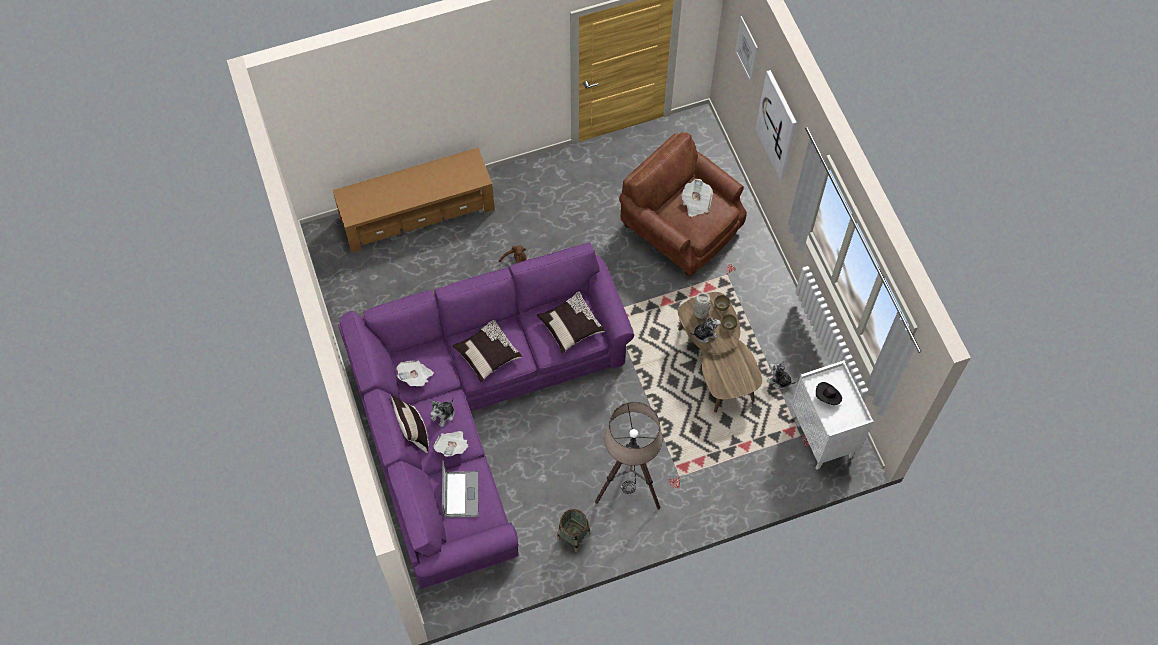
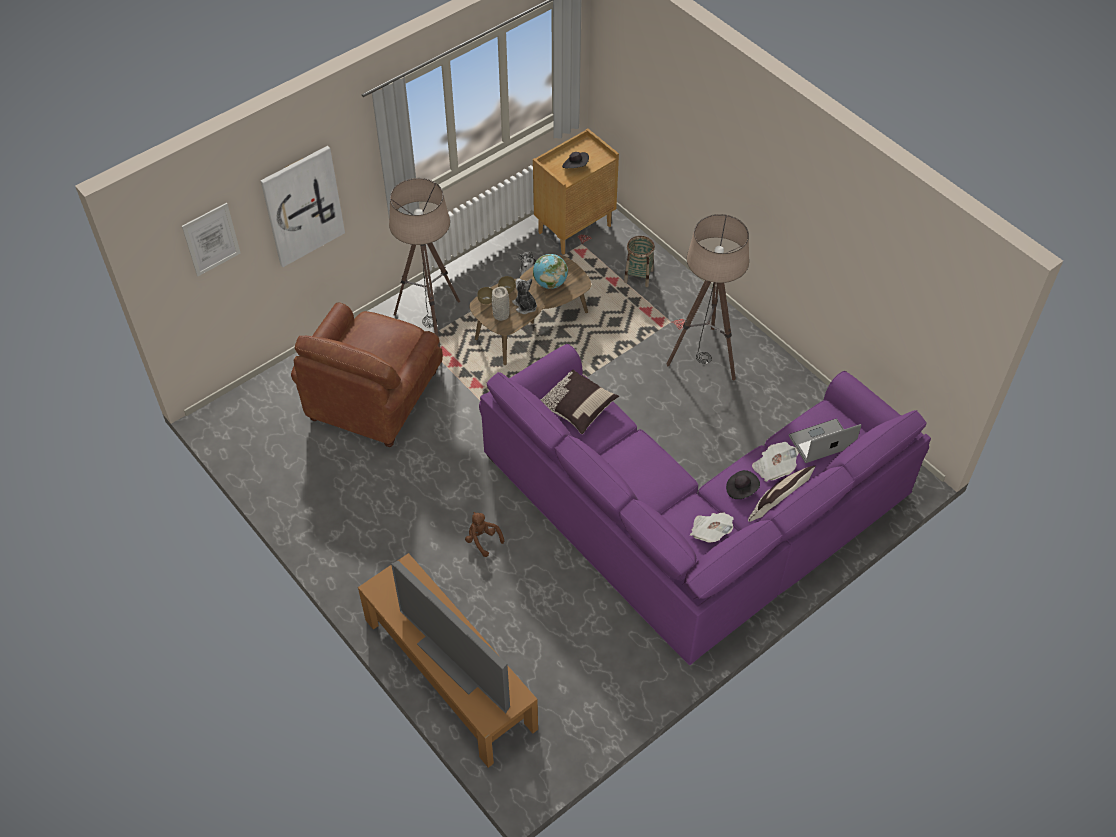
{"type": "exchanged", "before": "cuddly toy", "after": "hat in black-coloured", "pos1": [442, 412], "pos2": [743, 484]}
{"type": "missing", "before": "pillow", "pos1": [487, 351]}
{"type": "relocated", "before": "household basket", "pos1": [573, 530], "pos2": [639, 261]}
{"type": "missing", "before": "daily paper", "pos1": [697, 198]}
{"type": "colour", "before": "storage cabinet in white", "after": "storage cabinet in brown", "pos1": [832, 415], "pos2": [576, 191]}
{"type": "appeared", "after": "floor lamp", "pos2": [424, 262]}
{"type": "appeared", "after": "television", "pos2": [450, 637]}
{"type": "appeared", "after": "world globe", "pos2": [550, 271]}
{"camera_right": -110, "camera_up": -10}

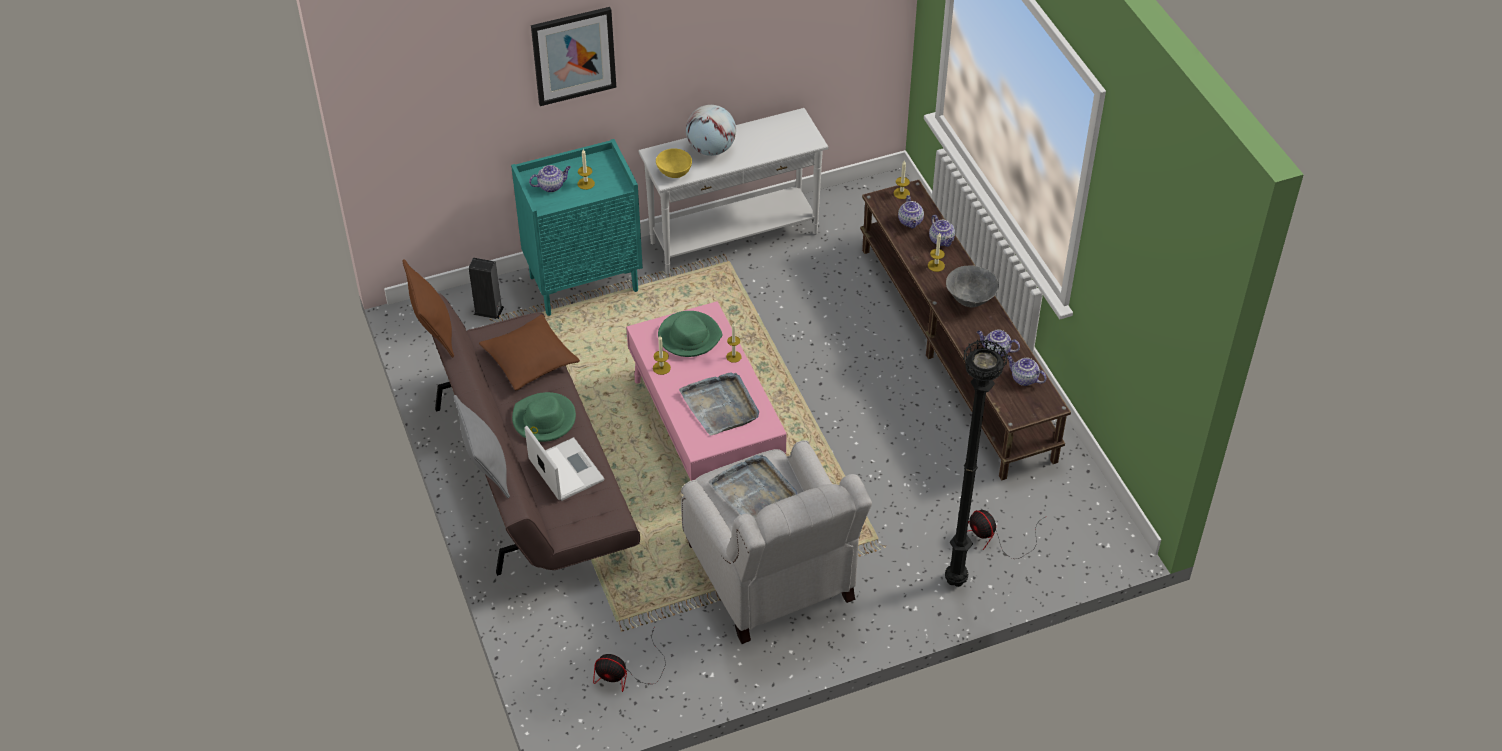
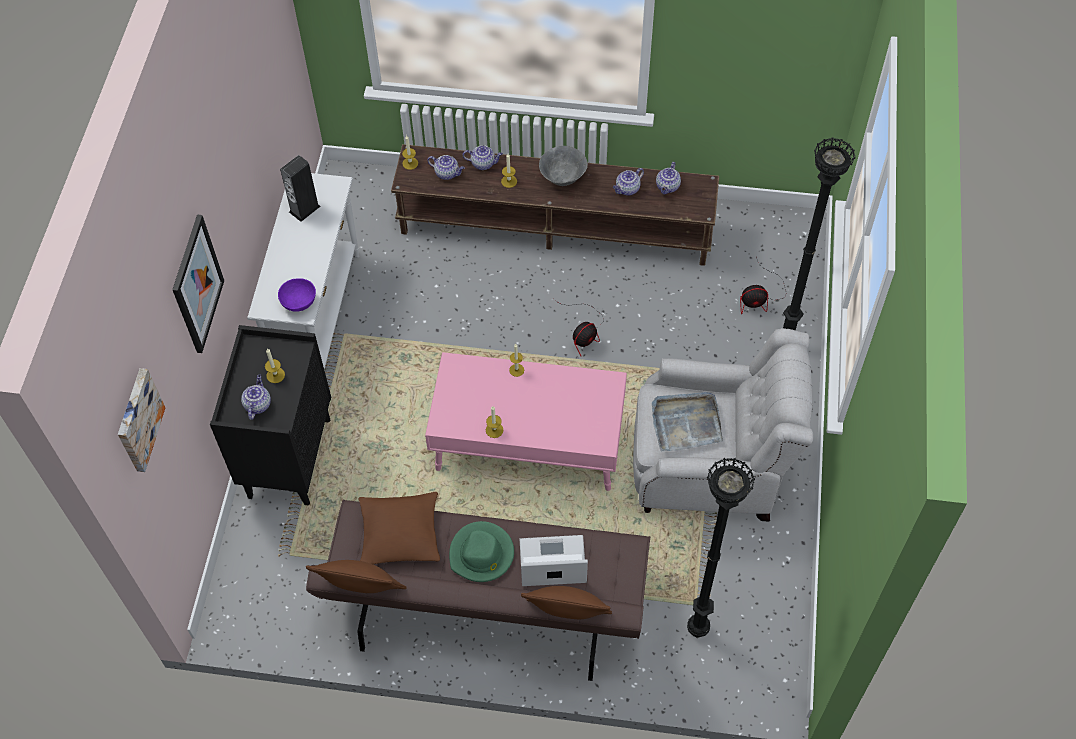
{"type": "colour", "before": "pillow in gray", "after": "pillow in brown", "pos1": [482, 446], "pos2": [566, 602]}
{"type": "relocated", "before": "audio speaker", "pos1": [486, 288], "pos2": [300, 188]}
{"type": "colour", "before": "storage cabinet in turquoise", "after": "storage cabinet in black-coloured", "pos1": [577, 227], "pos2": [270, 415]}
{"type": "relocated", "before": "electric fan", "pos1": [629, 659], "pos2": [578, 327]}
{"type": "colour", "before": "bowl in yellow", "after": "bowl in purplish", "pos1": [674, 163], "pos2": [297, 295]}
{"type": "missing", "before": "hat in green-coloured", "pos1": [690, 334]}
{"type": "missing", "before": "serving tray in gray", "pos1": [719, 404]}
{"type": "missing", "before": "world globe", "pos1": [711, 130]}
{"type": "spun", "before": "teapot", "pos1": [1026, 370], "pos2": [668, 178], "turn": -45}
{"type": "appeared", "after": "wall picture", "pos2": [141, 420]}
{"type": "appeared", "after": "floor lamp in black-coloured", "pos2": [721, 547]}
{"camera_right": -60, "camera_up": 10}

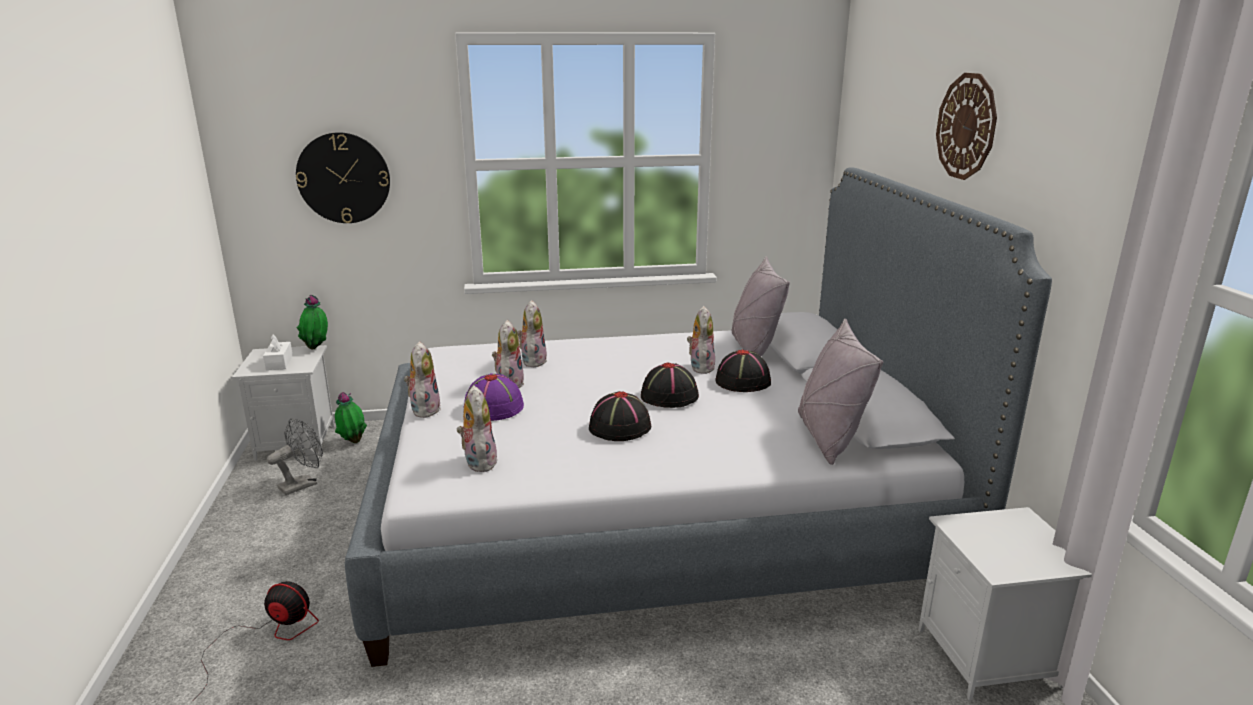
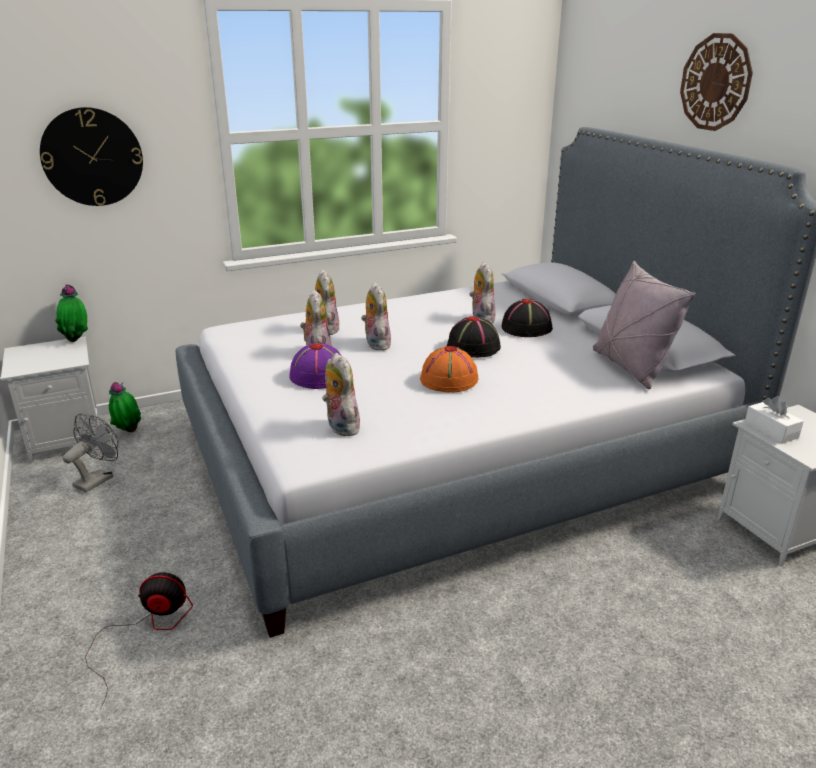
{"type": "relocated", "before": "tissue holder in white", "pos1": [278, 352], "pos2": [774, 420]}
{"type": "relocated", "before": "cuddly toy", "pos1": [422, 379], "pos2": [376, 316]}
{"type": "colour", "before": "hat in black-coloured", "after": "hat in orange", "pos1": [620, 416], "pos2": [449, 369]}
{"type": "missing", "before": "pillow in purplish", "pos1": [760, 306]}
{"camera_right": -15, "camera_up": 5}

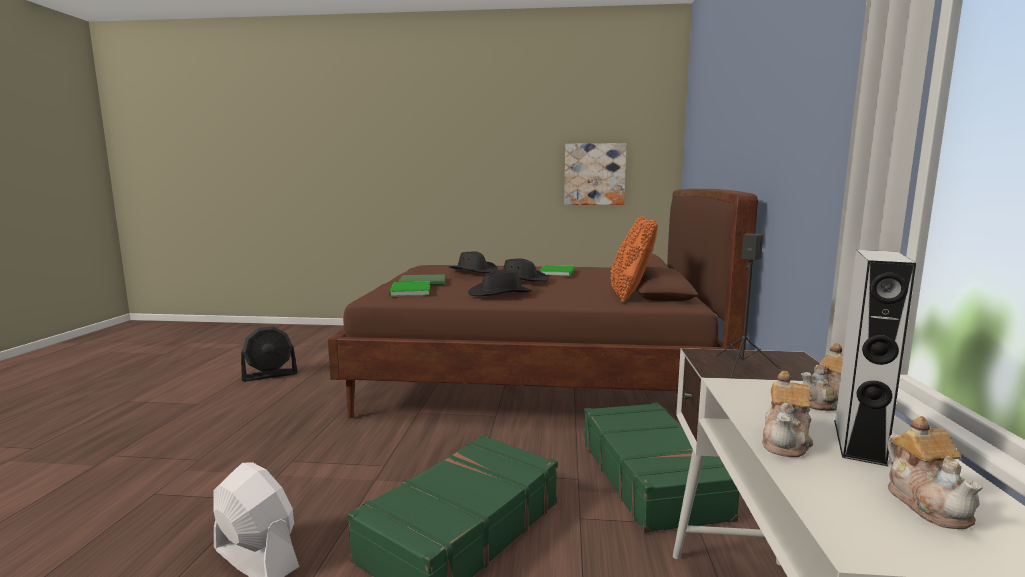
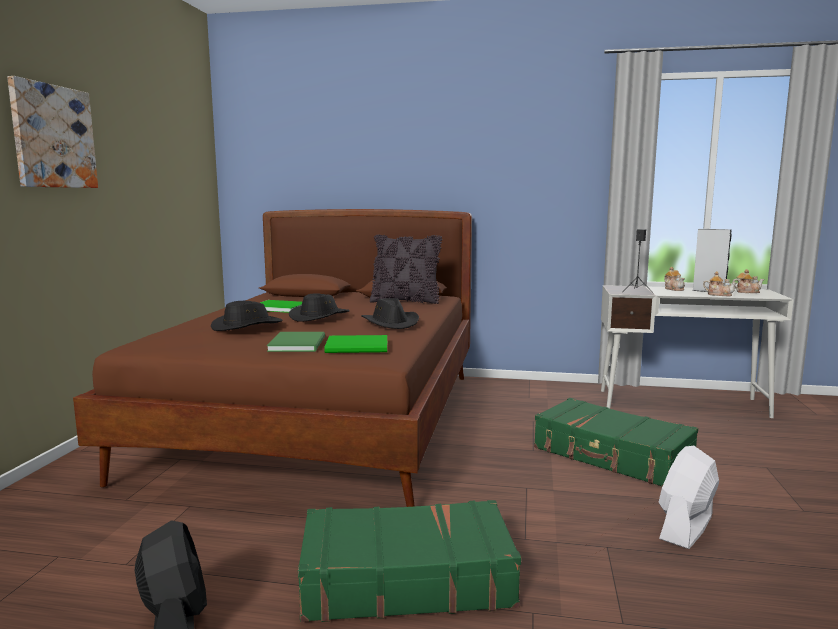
{"type": "relocated", "before": "wall picture", "pos1": [595, 174], "pos2": [52, 132]}
{"type": "relocated", "before": "piece of luggage in green-coloured", "pos1": [662, 468], "pos2": [409, 561]}
{"type": "colour", "before": "pillow in orange", "after": "pillow in black-coloured", "pos1": [634, 259], "pos2": [406, 269]}
{"camera_right": -85, "camera_up": 0}

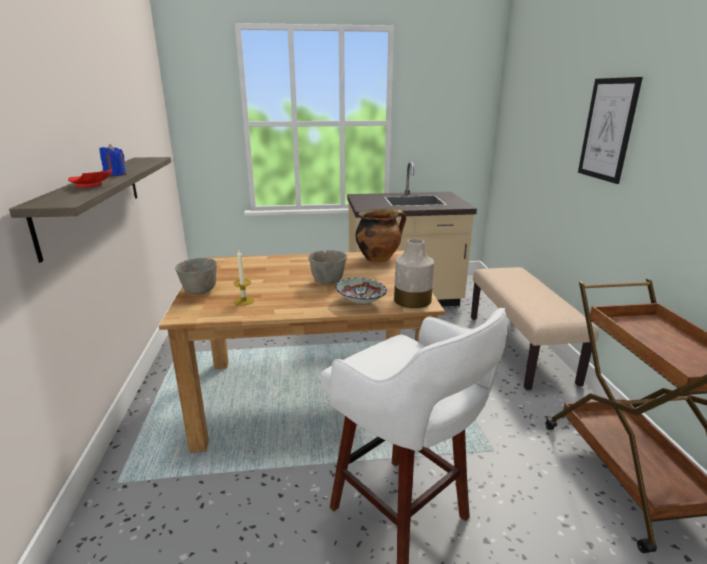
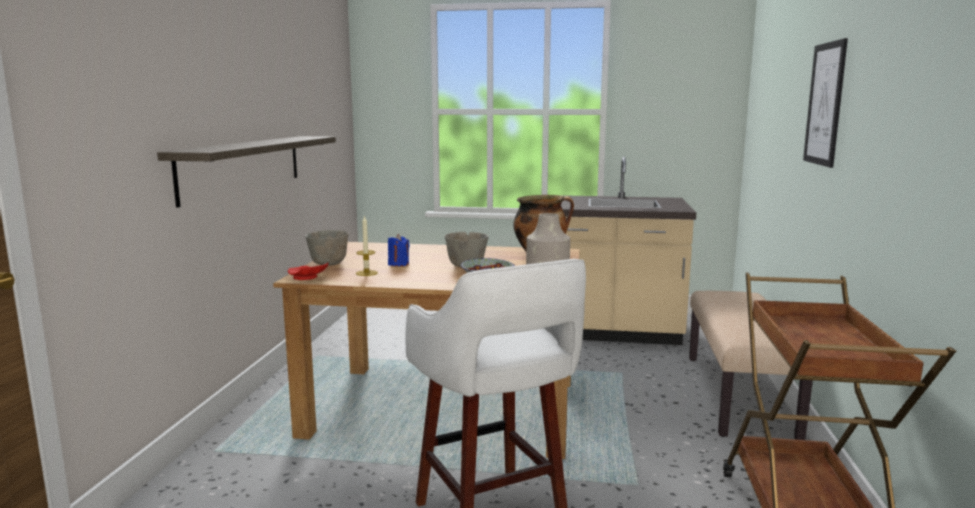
{"type": "relocated", "before": "dinner plate in red", "pos1": [90, 178], "pos2": [308, 271]}
{"type": "relocated", "before": "wax candle in bluish", "pos1": [113, 160], "pos2": [399, 250]}
{"camera_right": 15, "camera_up": -10}

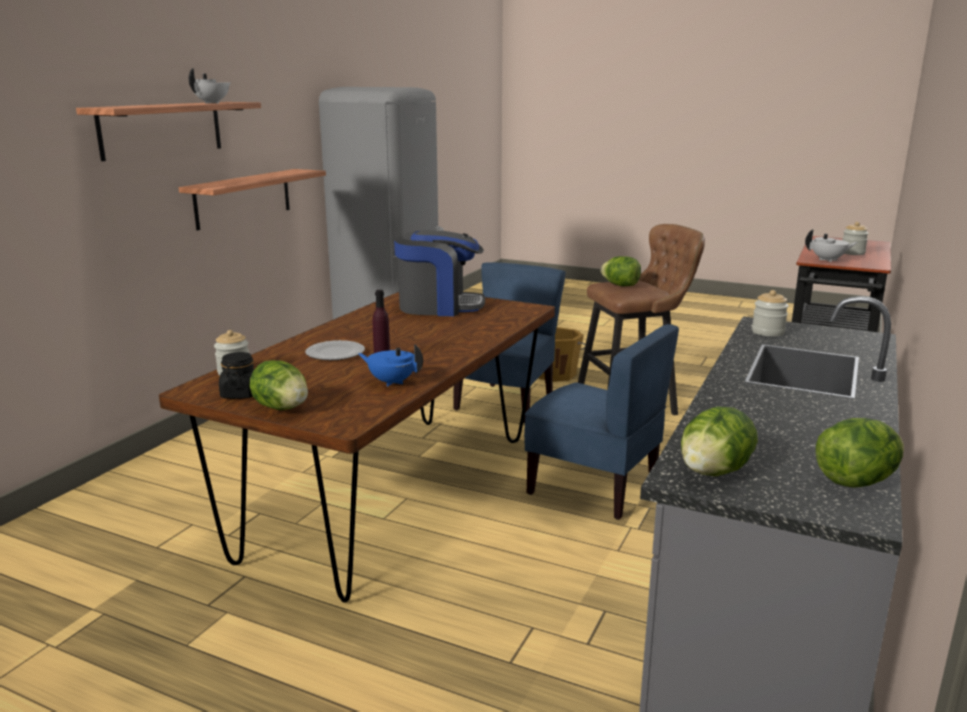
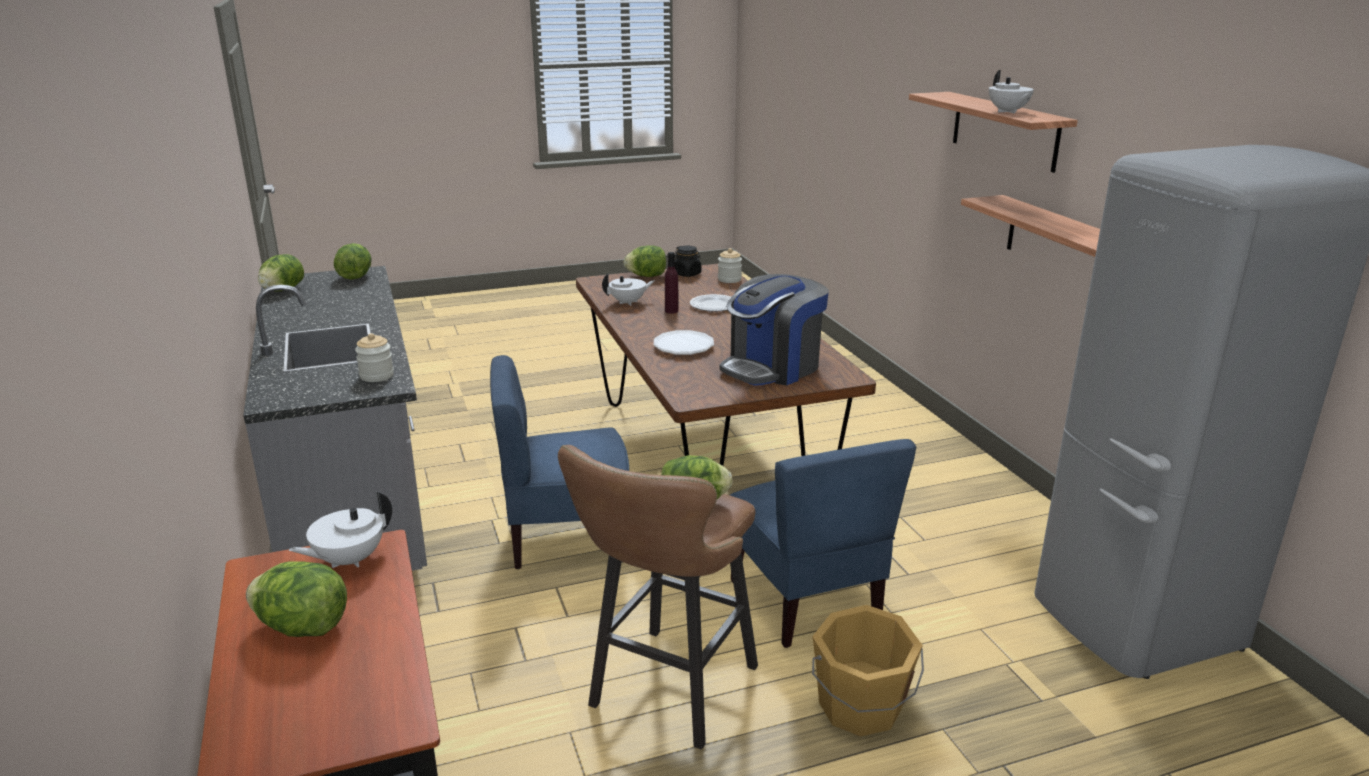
{"type": "colour", "before": "teapot in bluish", "after": "teapot in white", "pos1": [390, 366], "pos2": [628, 289]}
{"type": "exchanged", "before": "preserve jar", "after": "head of lettuce", "pos1": [855, 238], "pos2": [296, 599]}
{"type": "appeared", "after": "dinner plate in white", "pos2": [684, 342]}
{"camera_right": 135, "camera_up": 5}

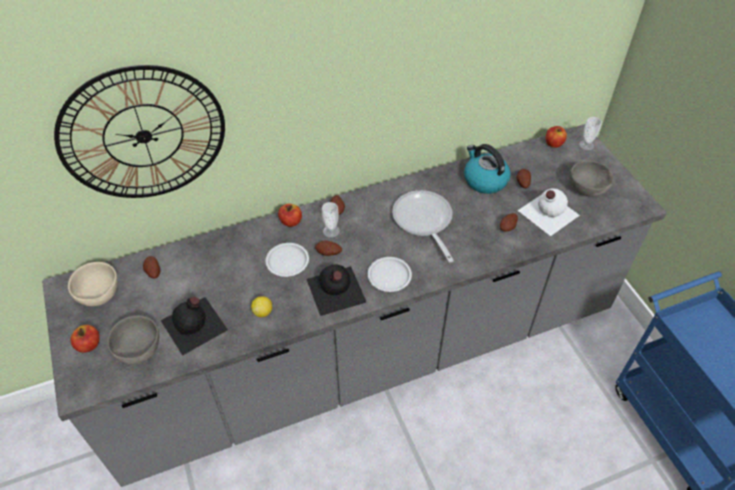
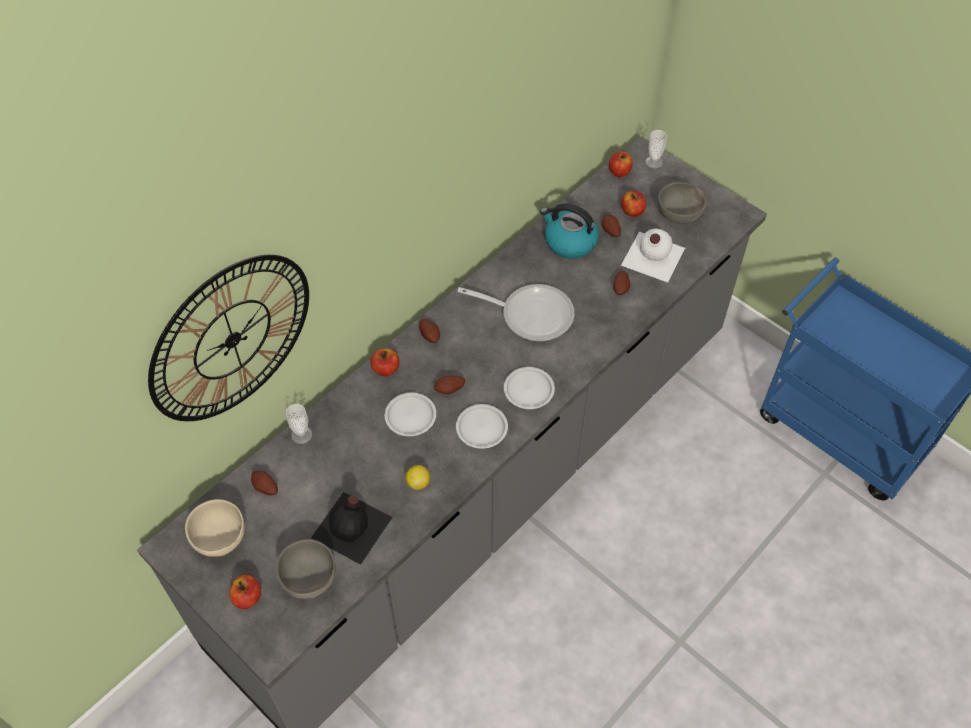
{"type": "exchanged", "before": "beverage bottle in black-coloured", "after": "dinner plate in white", "pos1": [336, 290], "pos2": [482, 426]}
{"type": "relocated", "before": "drinking cup", "pos1": [331, 220], "pos2": [299, 424]}
{"type": "spun", "before": "skillet", "pos1": [423, 226], "pos2": [516, 312], "turn": 150}
{"type": "appeared", "after": "whole apple", "pos2": [633, 203]}
{"camera_right": -25, "camera_up": 5}

